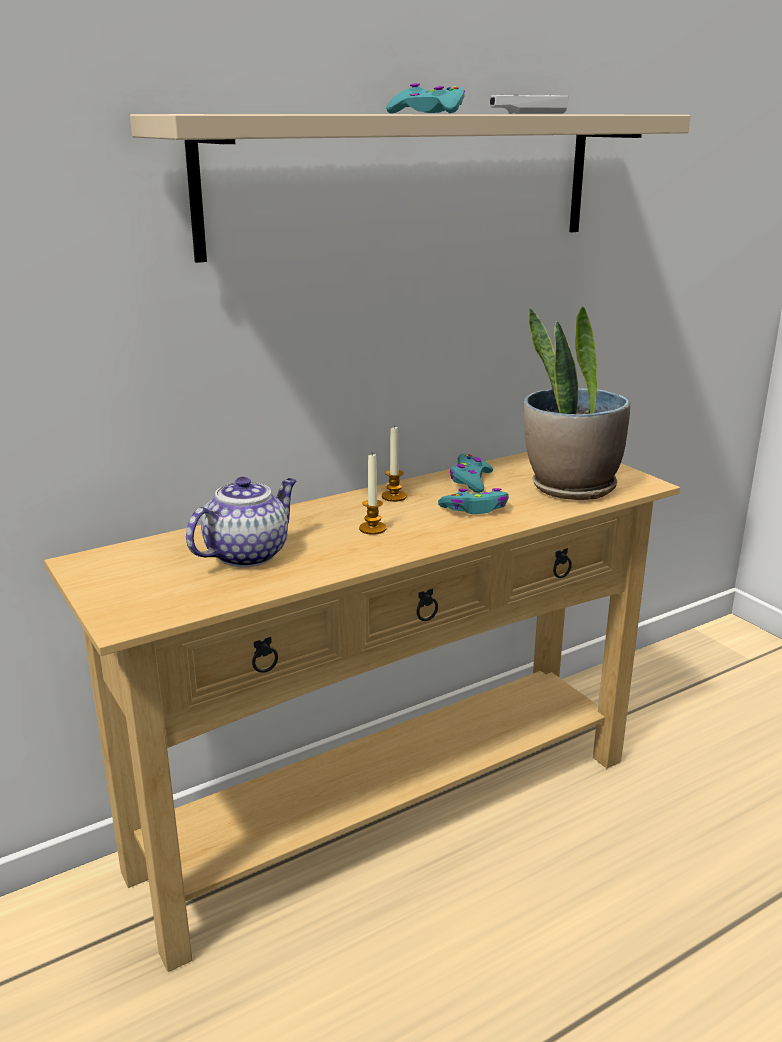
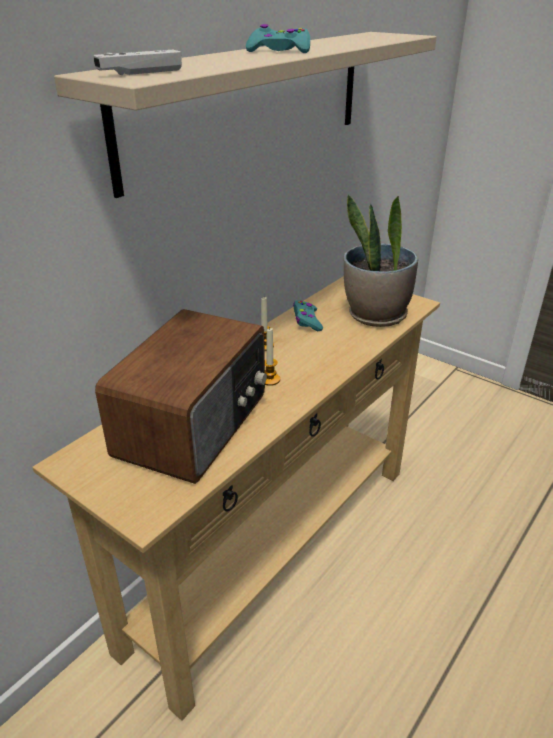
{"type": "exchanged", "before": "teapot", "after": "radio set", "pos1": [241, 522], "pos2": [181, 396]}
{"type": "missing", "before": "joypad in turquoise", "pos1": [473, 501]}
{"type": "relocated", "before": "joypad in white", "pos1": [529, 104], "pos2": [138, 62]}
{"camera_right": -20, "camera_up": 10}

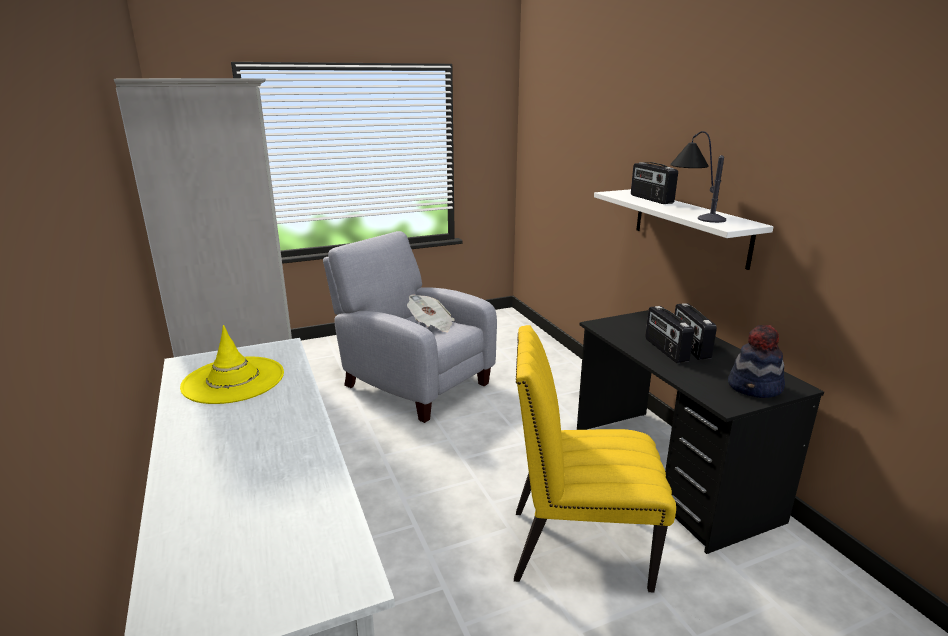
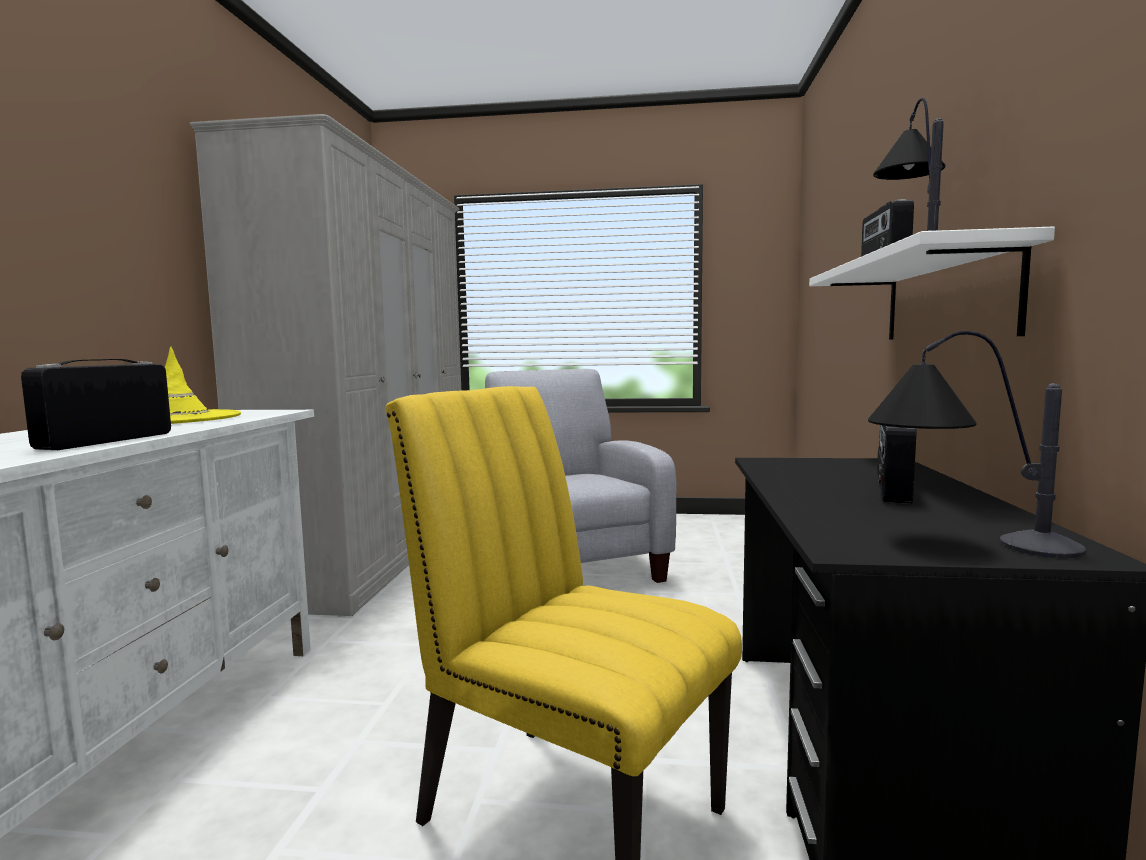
{"type": "missing", "before": "daily paper", "pos1": [431, 313]}
{"type": "relocated", "before": "radio set", "pos1": [669, 334], "pos2": [96, 404]}
{"type": "exchanged", "before": "hat", "after": "table lamp", "pos1": [756, 361], "pos2": [977, 444]}
{"camera_right": 30, "camera_up": -15}

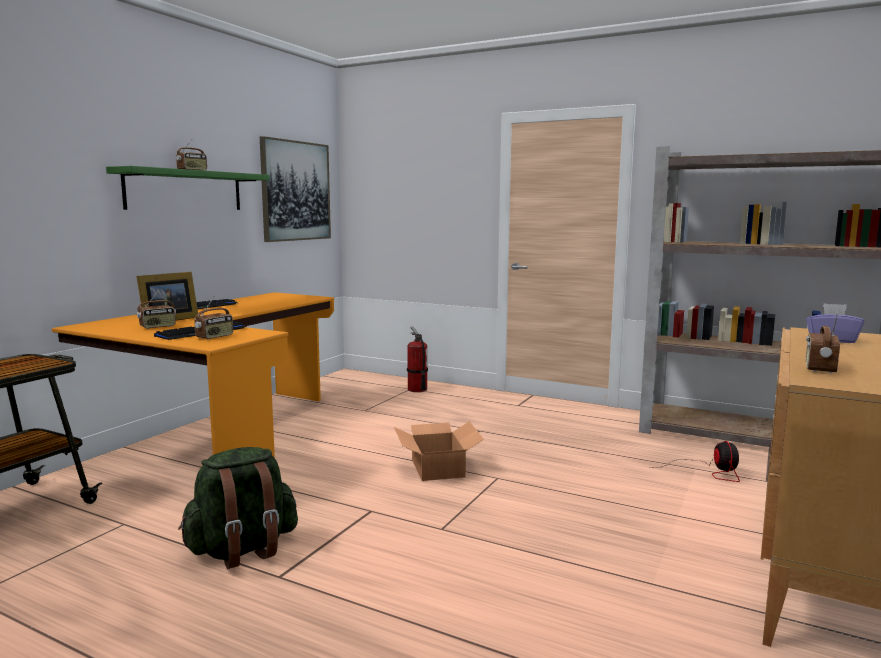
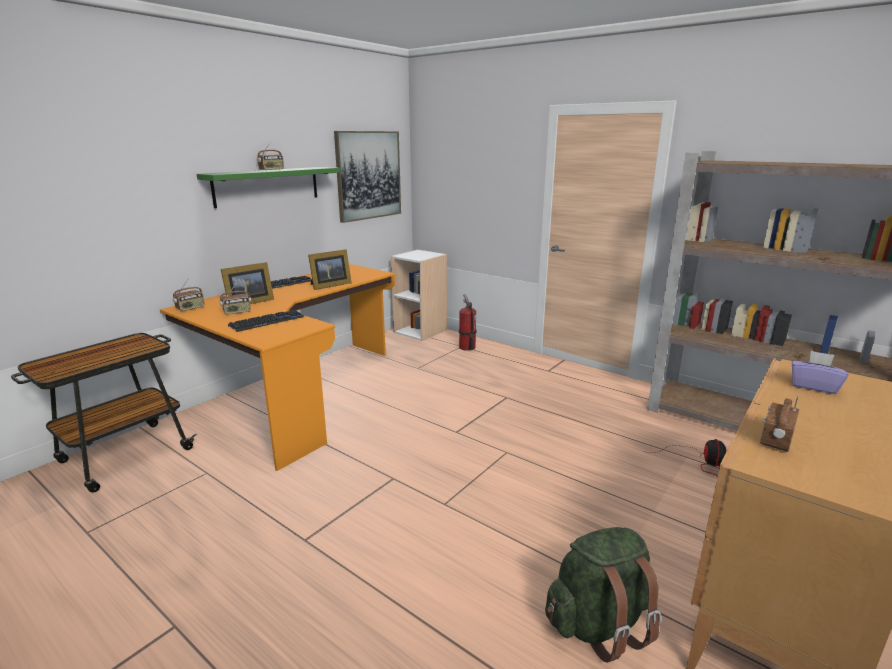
{"type": "relocated", "before": "knapsack in green-coloured", "pos1": [238, 508], "pos2": [603, 595]}
{"type": "relocated", "before": "radio set", "pos1": [213, 318], "pos2": [188, 295]}
{"type": "missing", "before": "packing box", "pos1": [439, 451]}
{"type": "appeared", "after": "photo frame", "pos2": [330, 269]}
{"type": "appeared", "after": "bookcase", "pos2": [419, 295]}
{"camera_right": 10, "camera_up": 10}

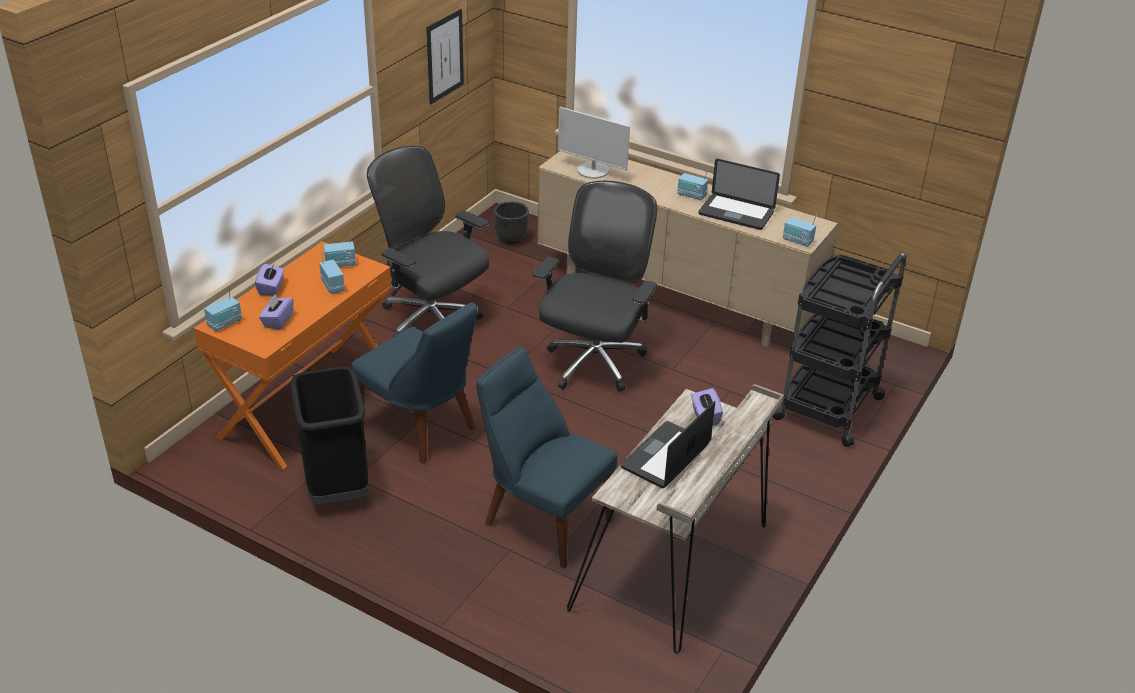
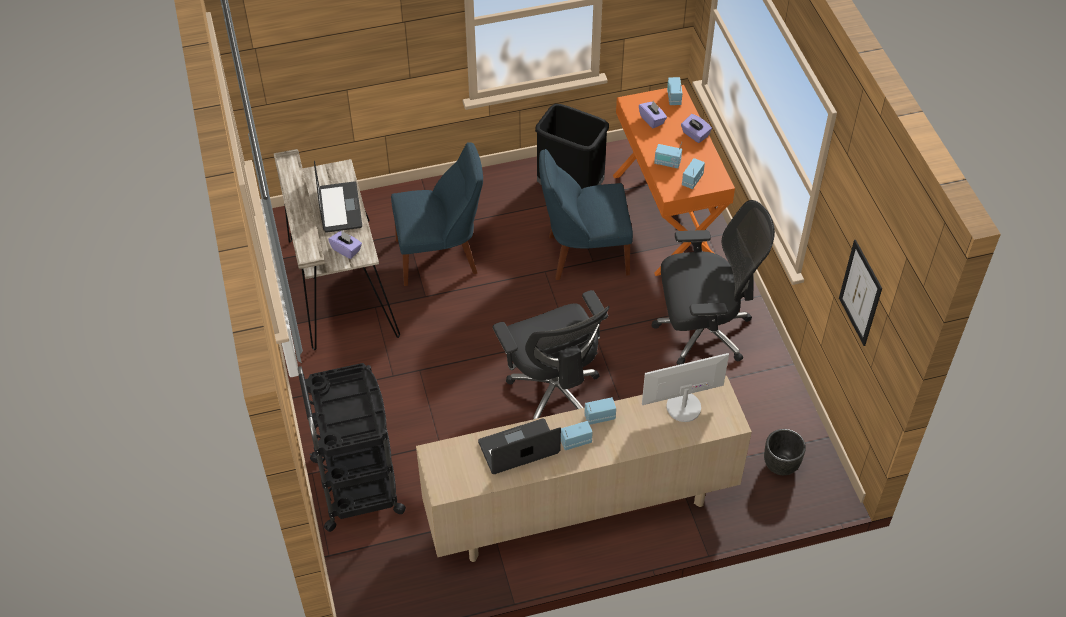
{"type": "relocated", "before": "radio set", "pos1": [800, 230], "pos2": [600, 411]}
{"camera_right": 135, "camera_up": 15}

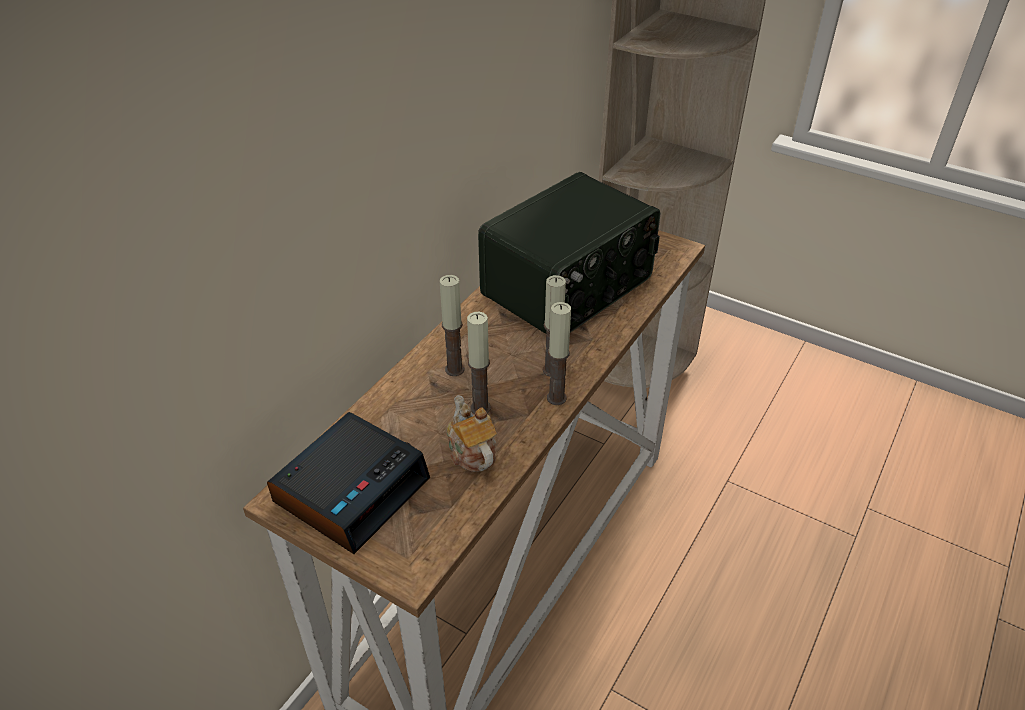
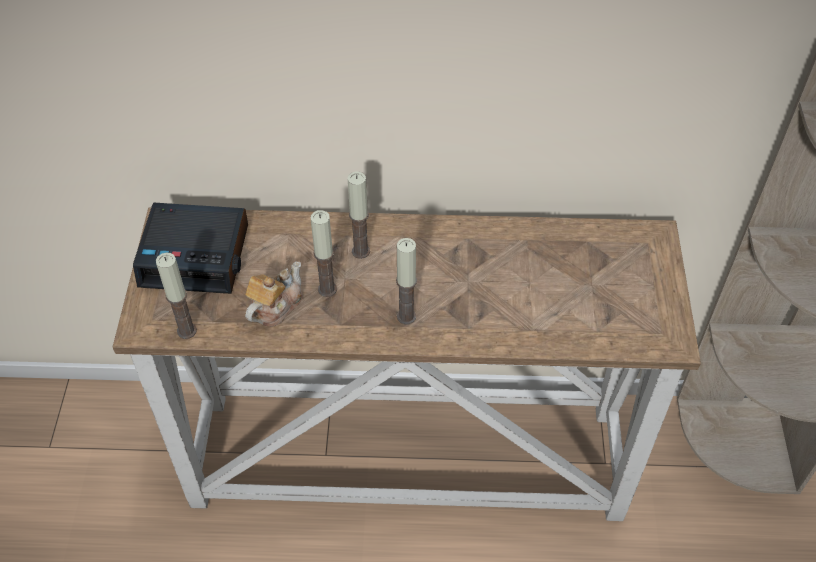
{"type": "missing", "before": "radio set", "pos1": [569, 253]}
{"type": "relocated", "before": "wax candle", "pos1": [559, 353], "pos2": [176, 295]}
{"camera_right": 60, "camera_up": 10}

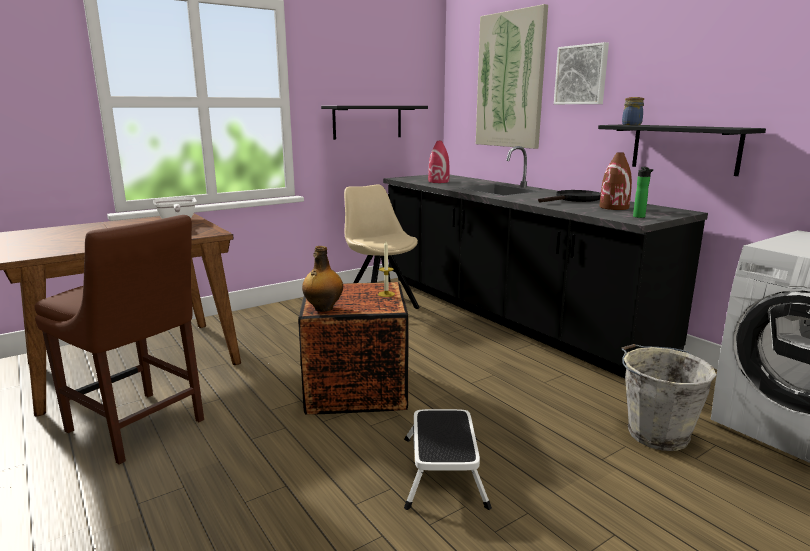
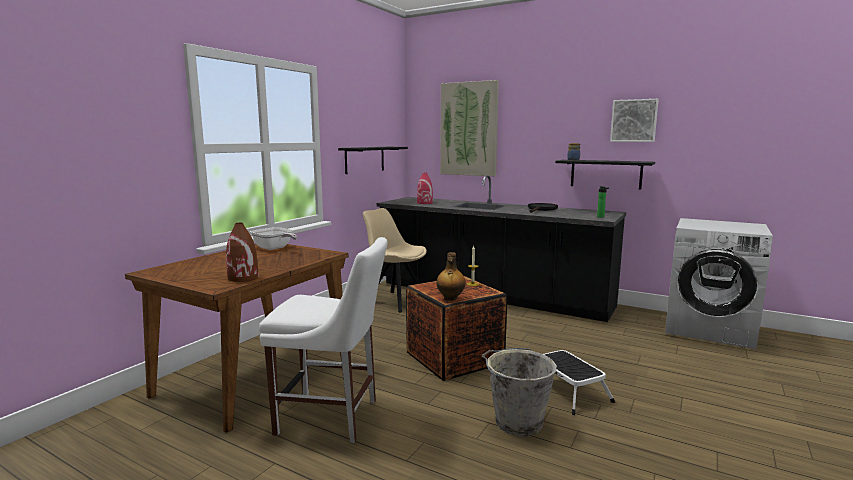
{"type": "colour", "before": "upright chair in brown", "after": "upright chair in white", "pos1": [119, 340], "pos2": [323, 340]}
{"type": "relocated", "before": "wall picture", "pos1": [581, 73], "pos2": [634, 120]}
{"type": "relocated", "before": "decorative vase in brown", "pos1": [616, 181], "pos2": [242, 252]}
{"type": "relocated", "before": "bucket in gray", "pos1": [669, 397], "pos2": [519, 392]}
{"camera_right": -25, "camera_up": -5}

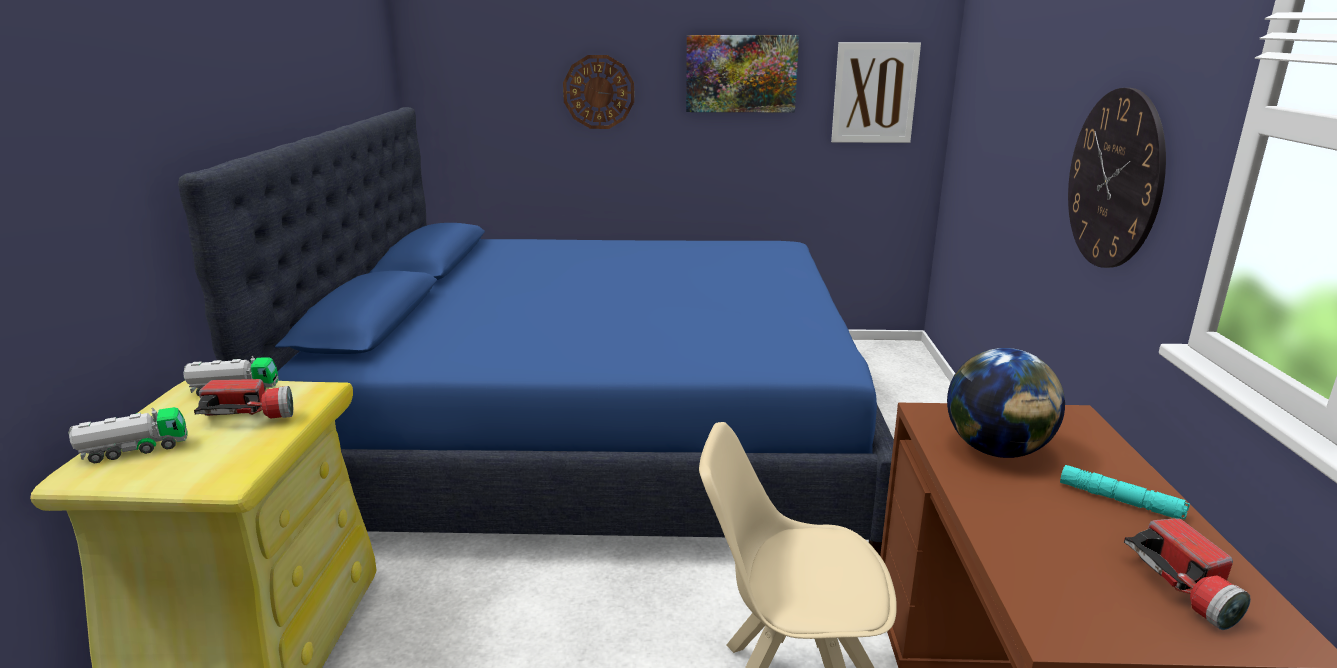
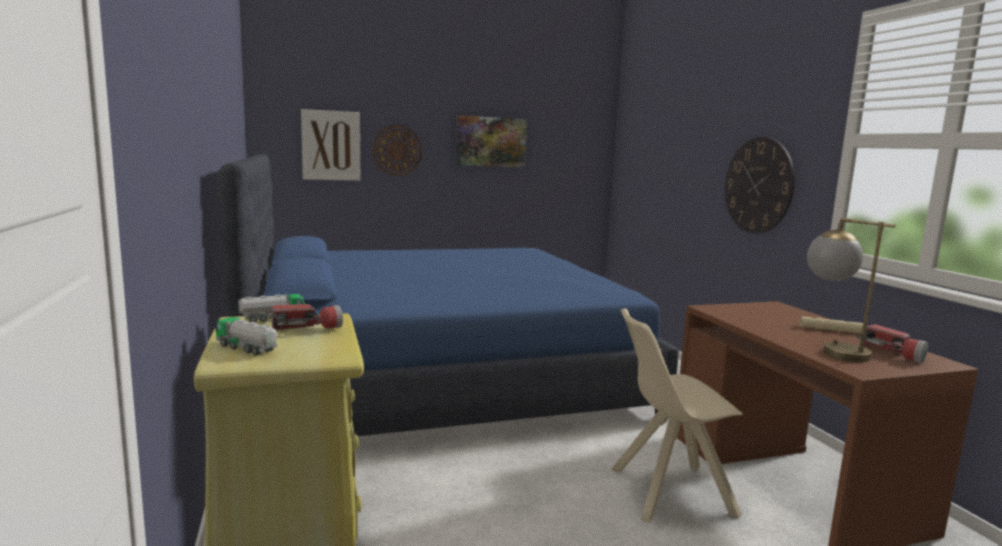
{"type": "spun", "before": "toy truck", "pos1": [128, 435], "pos2": [246, 336], "turn": -105}
{"type": "relocated", "before": "wall picture", "pos1": [876, 92], "pos2": [330, 145]}
{"type": "missing", "before": "world globe", "pos1": [1006, 403]}
{"type": "colour", "before": "flashlight in turquoise", "after": "flashlight in beige", "pos1": [1125, 492], "pos2": [831, 324]}
{"type": "appeared", "after": "table lamp", "pos2": [851, 290]}
{"camera_right": -20, "camera_up": -10}

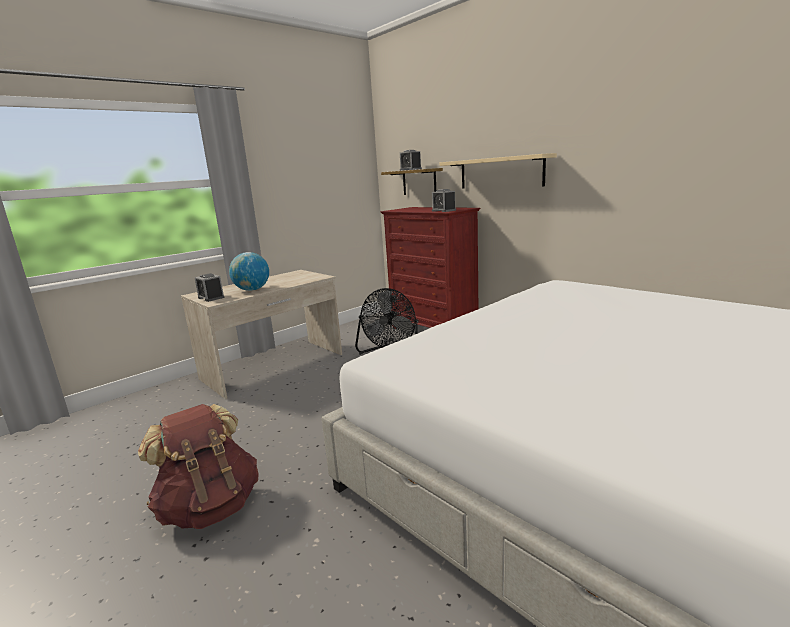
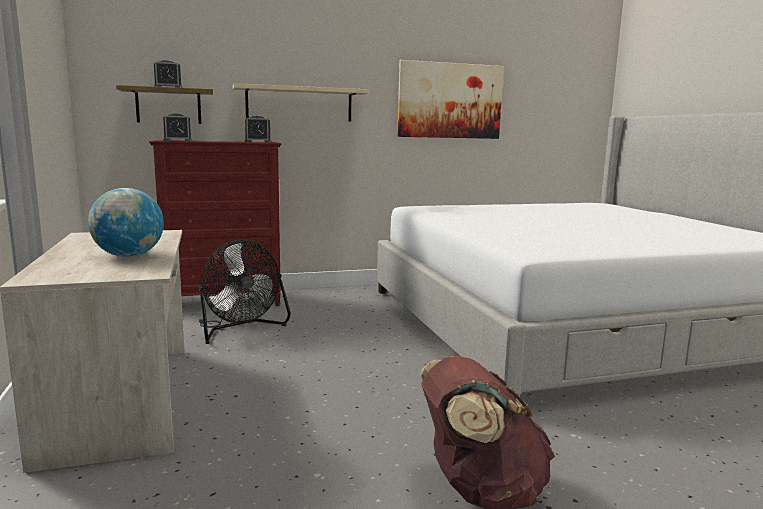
{"type": "relocated", "before": "table clock", "pos1": [209, 287], "pos2": [177, 127]}
{"type": "appeared", "after": "wall picture", "pos2": [450, 99]}
{"camera_right": -65, "camera_up": -5}

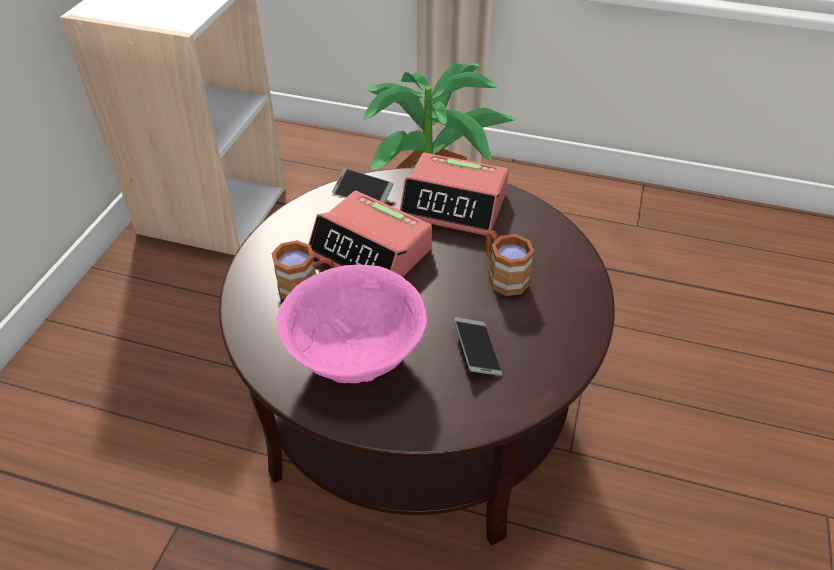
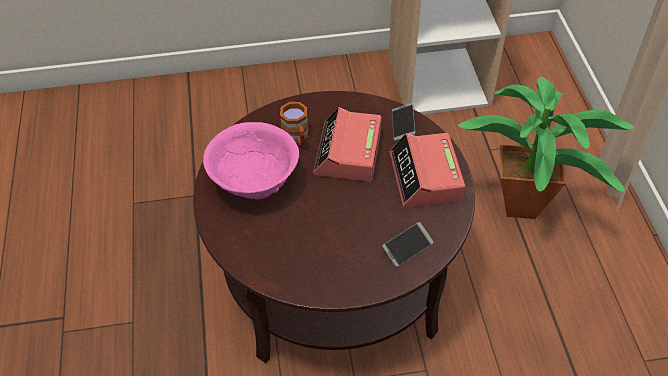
{"type": "relocated", "before": "handset", "pos1": [478, 346], "pos2": [408, 244]}
{"type": "missing", "before": "tea mug in brown", "pos1": [510, 263]}
{"camera_right": 65, "camera_up": 5}

